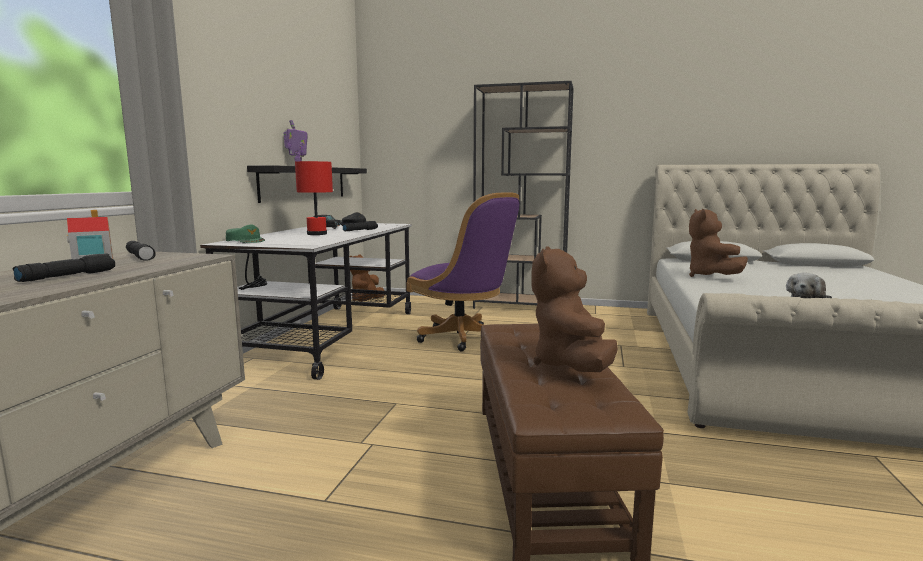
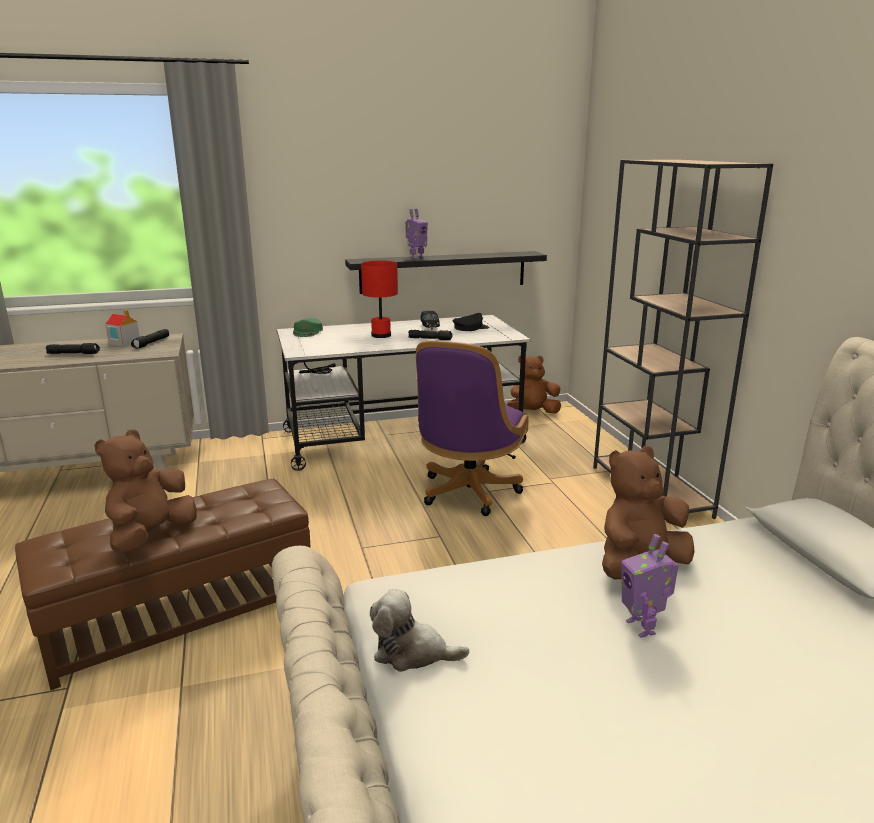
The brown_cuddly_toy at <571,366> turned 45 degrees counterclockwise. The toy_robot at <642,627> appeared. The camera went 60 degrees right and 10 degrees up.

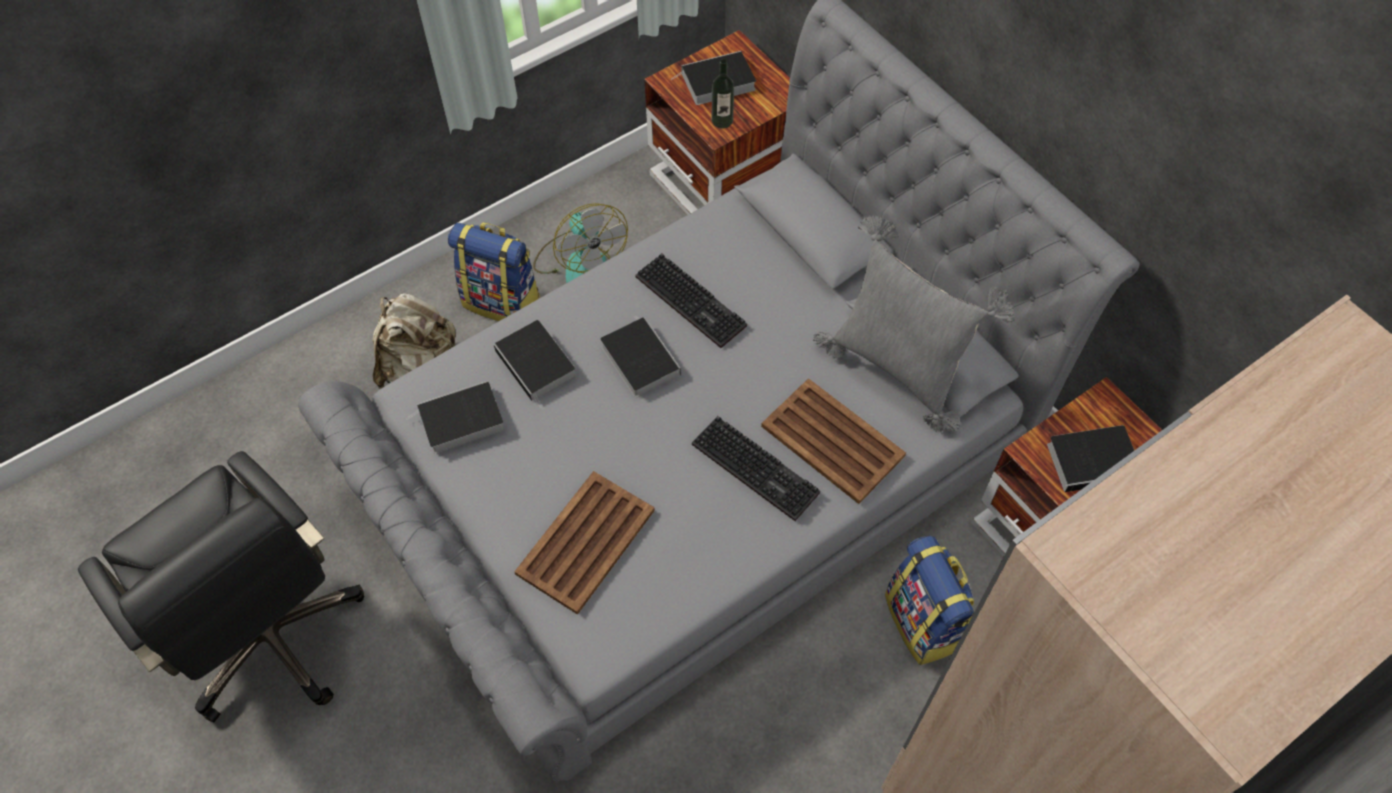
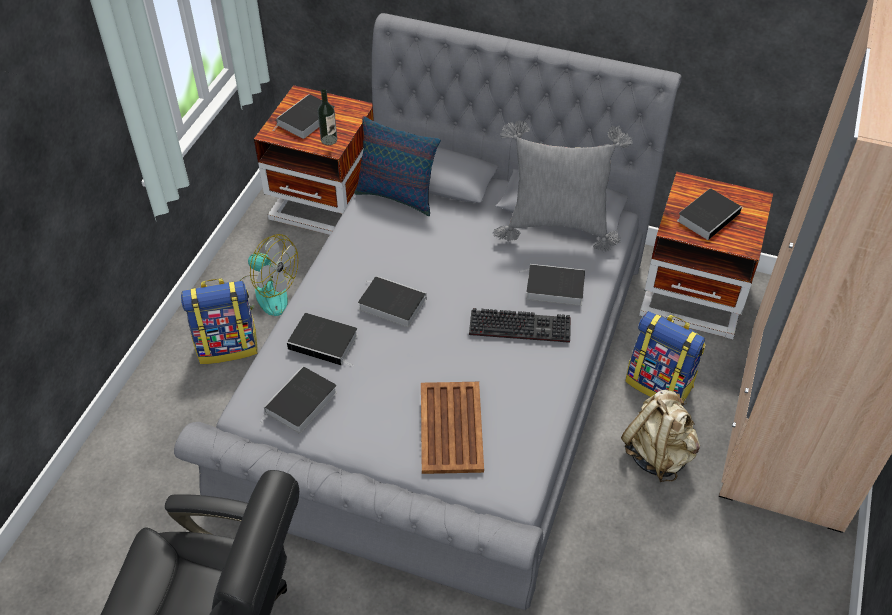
The beige_rucksack moved from <418,366> to <658,454>. The PC_keyboard at <693,301> disappeared. The brown_carrying_tray at <833,442> was replaced by the bound_book at <553,288>. The blue-coloured_throw_pillow at <397,197> appeared. The camera went 35 degrees left and 10 degrees down.

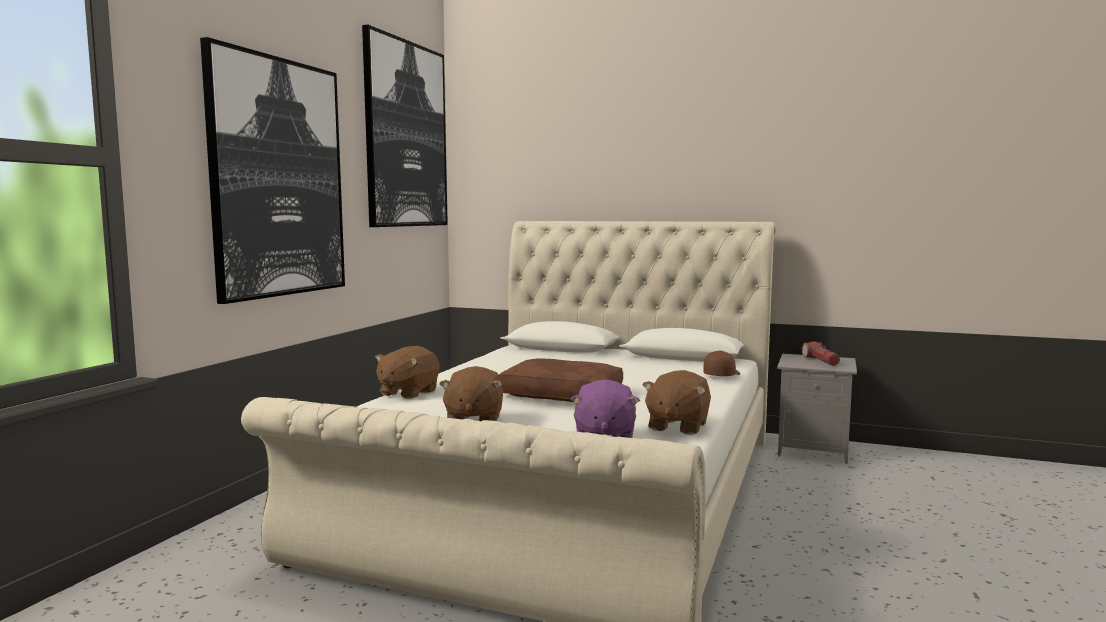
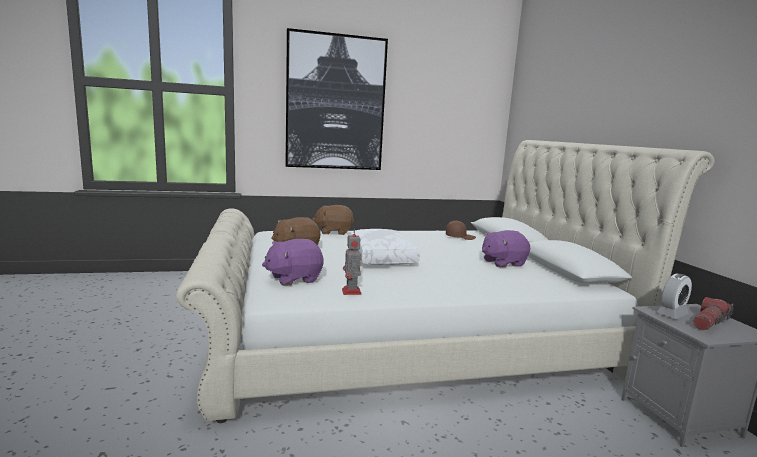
The wall_picture at <406,135> disappeared. The brown_throw_pillow at <563,394> became the white-coloured_throw_pillow at <382,256>. The brown_cuddly_toy at <677,426> was replaced by the toy_robot at <351,292>. The brown_peaked_cap moved from <721,375> to <460,237>. The purplish_cuddly_toy at <502,263> appeared. The table_clock at <672,314> appeared. The camera went 55 degrees right and 5 degrees up.

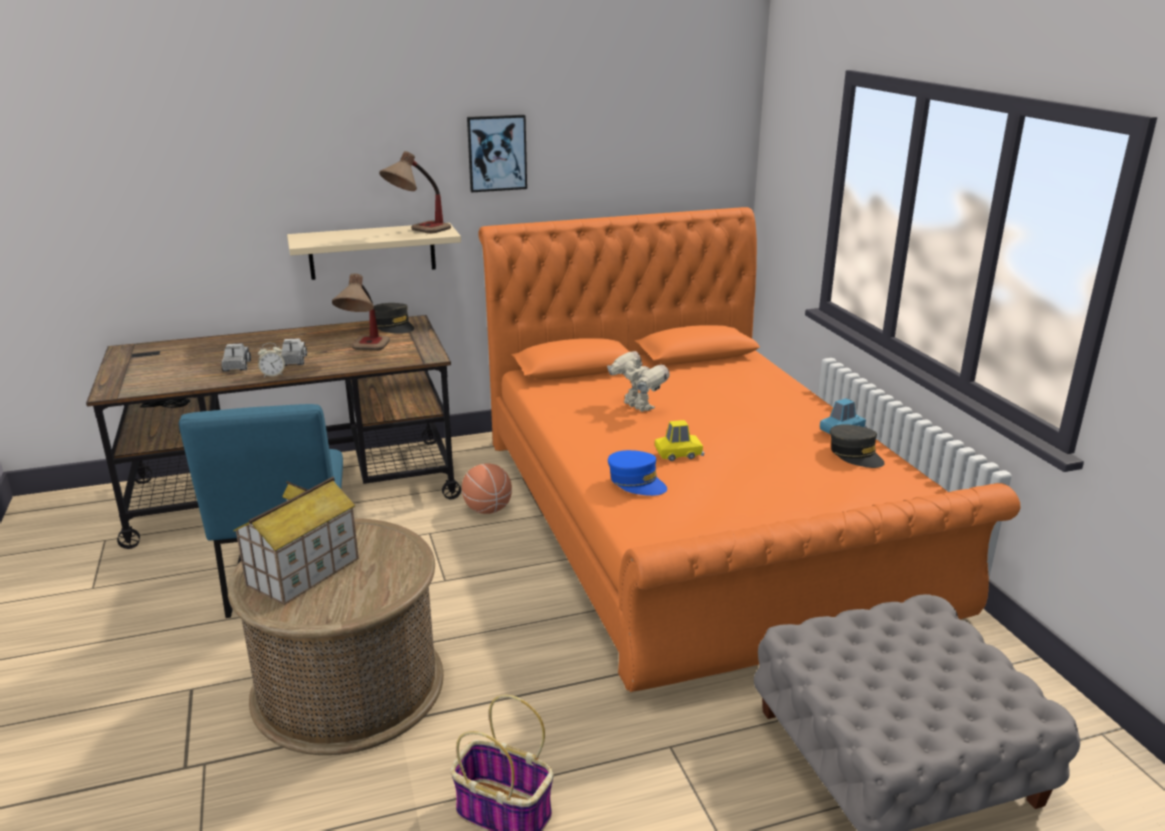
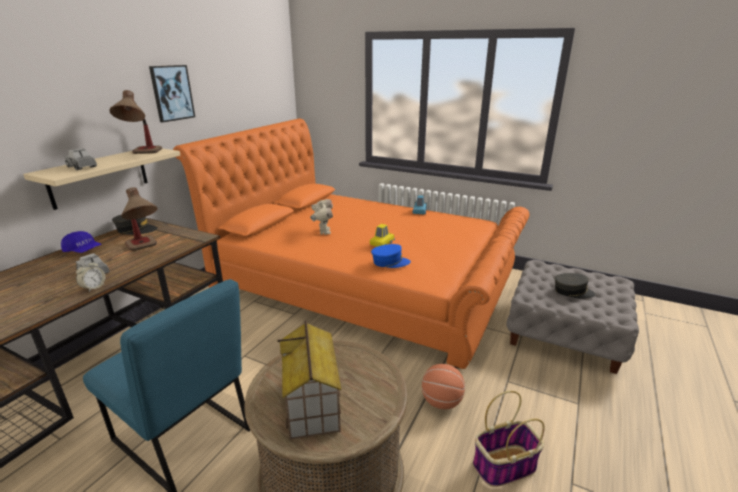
The model_truck moved from <237,366> to <82,167>. The ball_for_basketball moved from <487,509> to <441,402>. The toy_robot at <637,407> turned 75 degrees clockwise. The grey_peaked_cap moved from <855,455> to <572,291>. The blue-coloured_peaked_cap at <83,250> appeared. The camera went 45 degrees left and 0 degrees up.

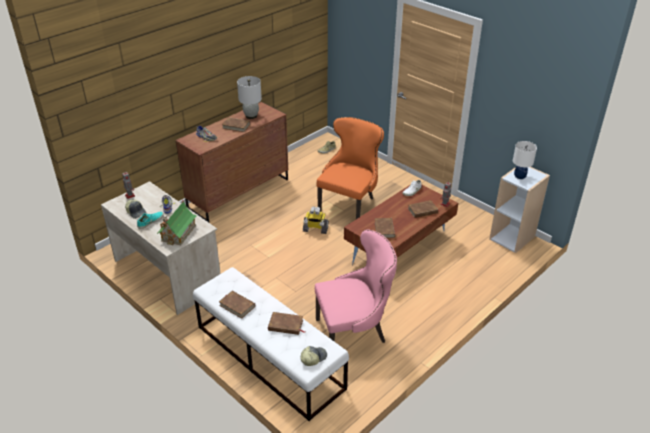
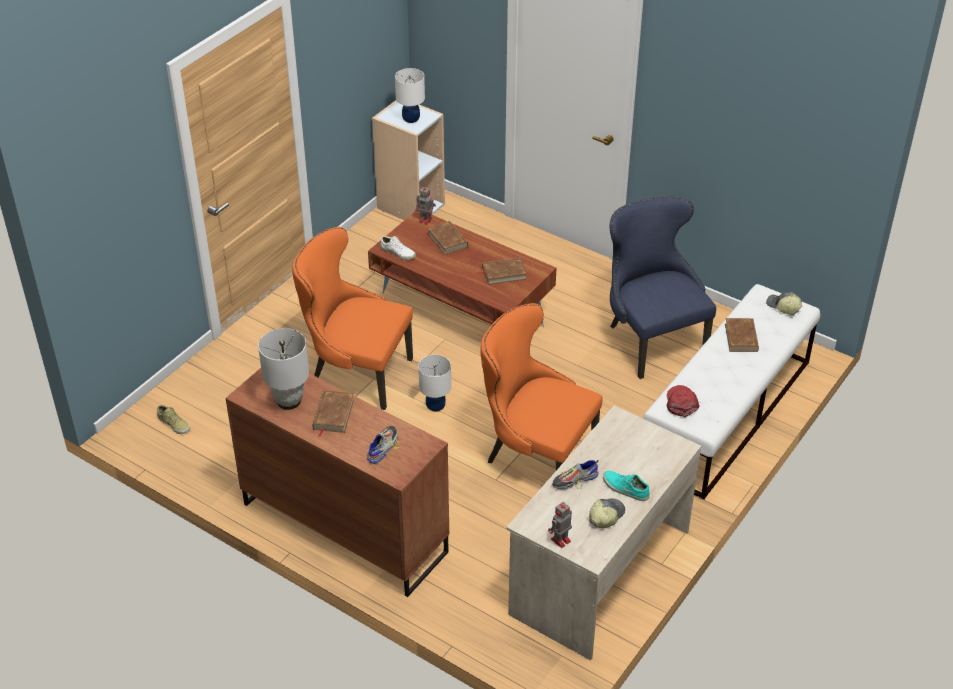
The miniature_house at <178,233> disappeared. The brown_bound_book at <237,306> disappeared. The toy_robot at <315,229> was replaced by the white-coloured_table_lamp at <435,406>. The pink-coloured_upright_chair at <353,332> became the blue-coloured_upright_chair at <651,340>. The orange_upright_chair at <536,456> appeared. The red_peaked_cap at <681,403> appeared. The camera went 100 degrees left and 5 degrees up.

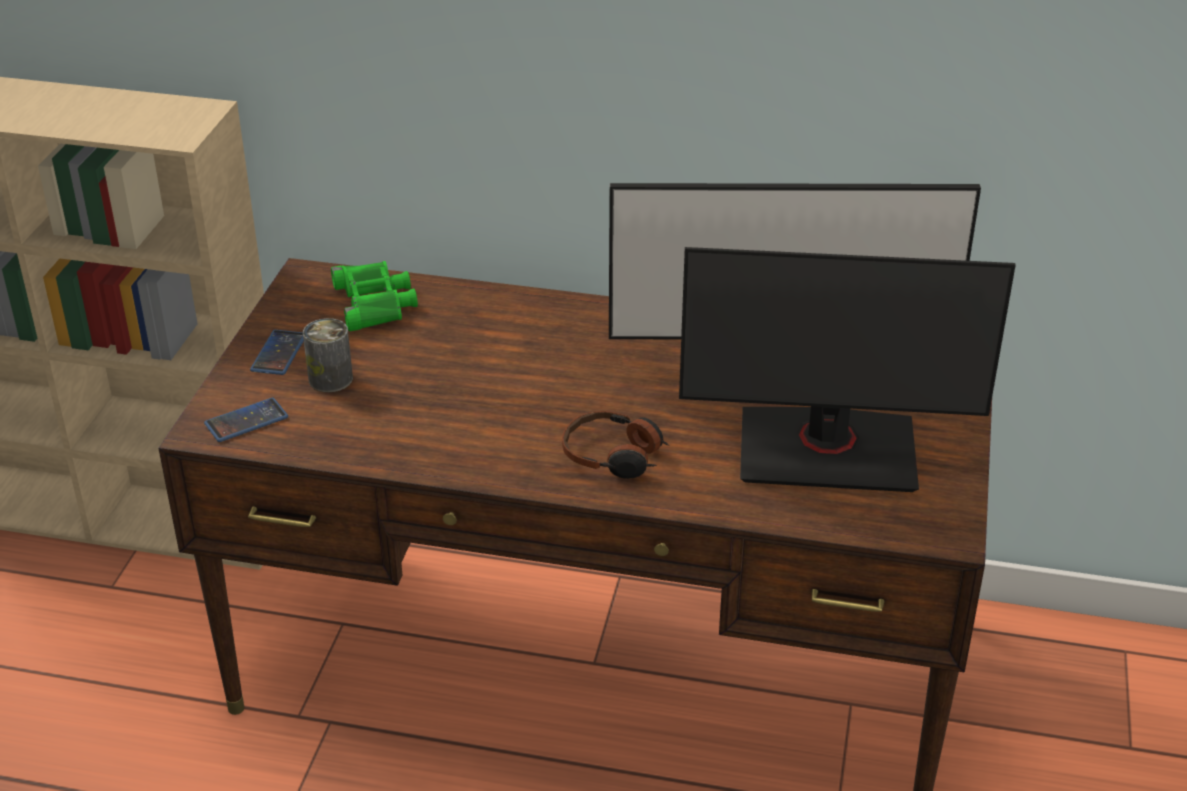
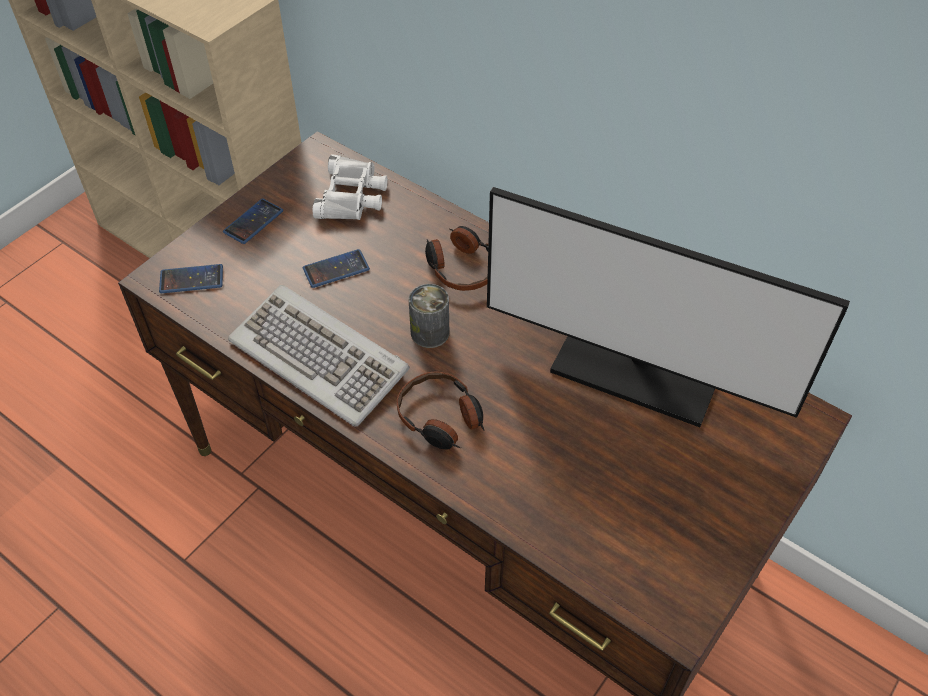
The can moved from <330,379> to <430,332>. The green-coloured_binoculars at <375,303> became the white-coloured_binoculars at <352,196>. The computer_display at <827,450> disappeared. The PC_keyboard at <320,357> appeared. The handset at <336,269> appeared. The headphones at <461,267> appeared. The camera went 25 degrees right and 15 degrees up.

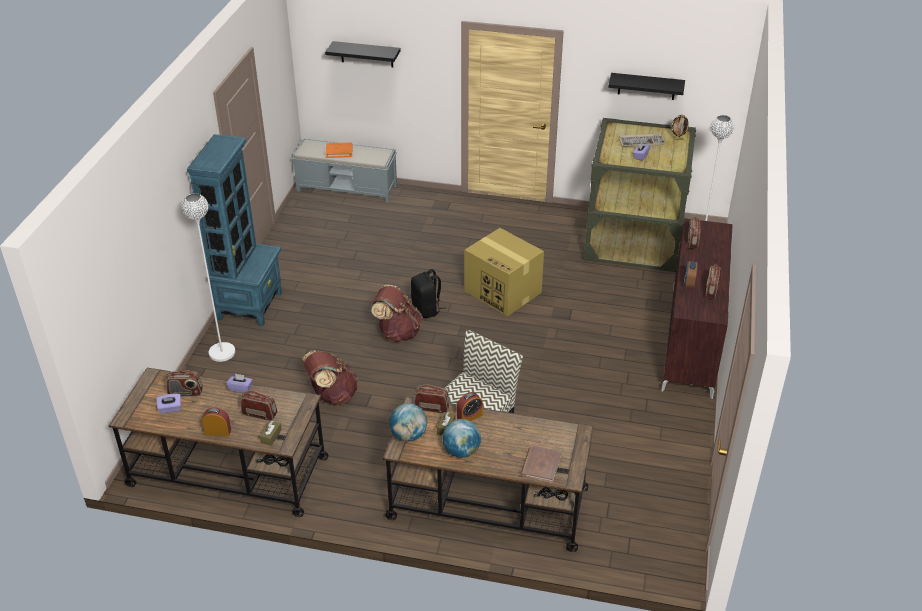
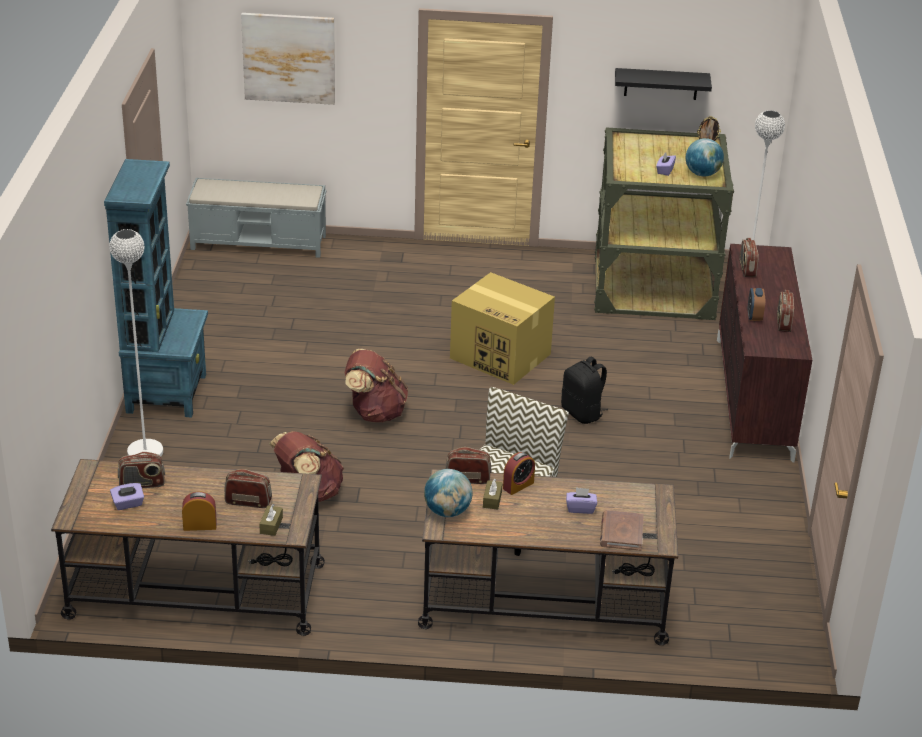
The purplish_box_of_tissues moved from <240,388> to <580,508>. The black_bracket_shelf at <367,54> was replaced by the wall_picture at <289,58>. The orange_bound_book at <339,151> disappeared. The black_rucksack moved from <427,309> to <582,413>. The desk_globe moved from <461,451> to <702,174>. The PC_keyboard at <642,142> disappeared. The camera went 10 degrees left and 5 degrees down.

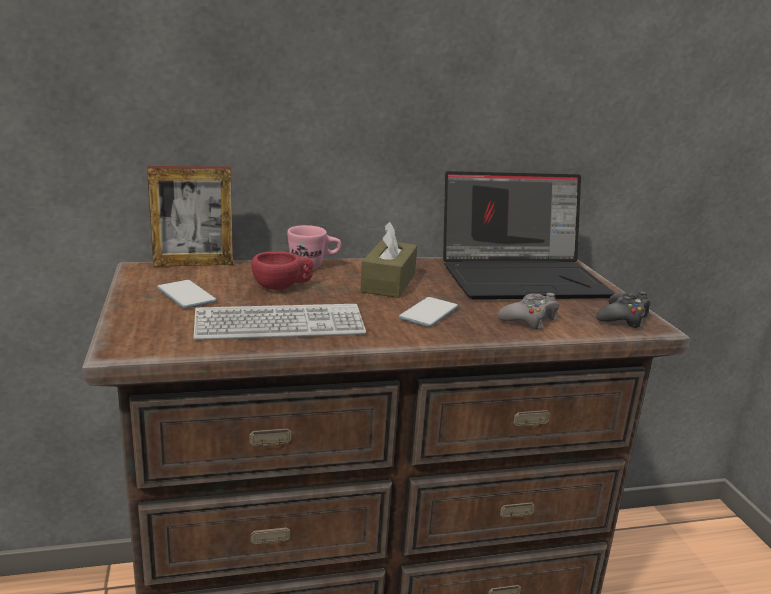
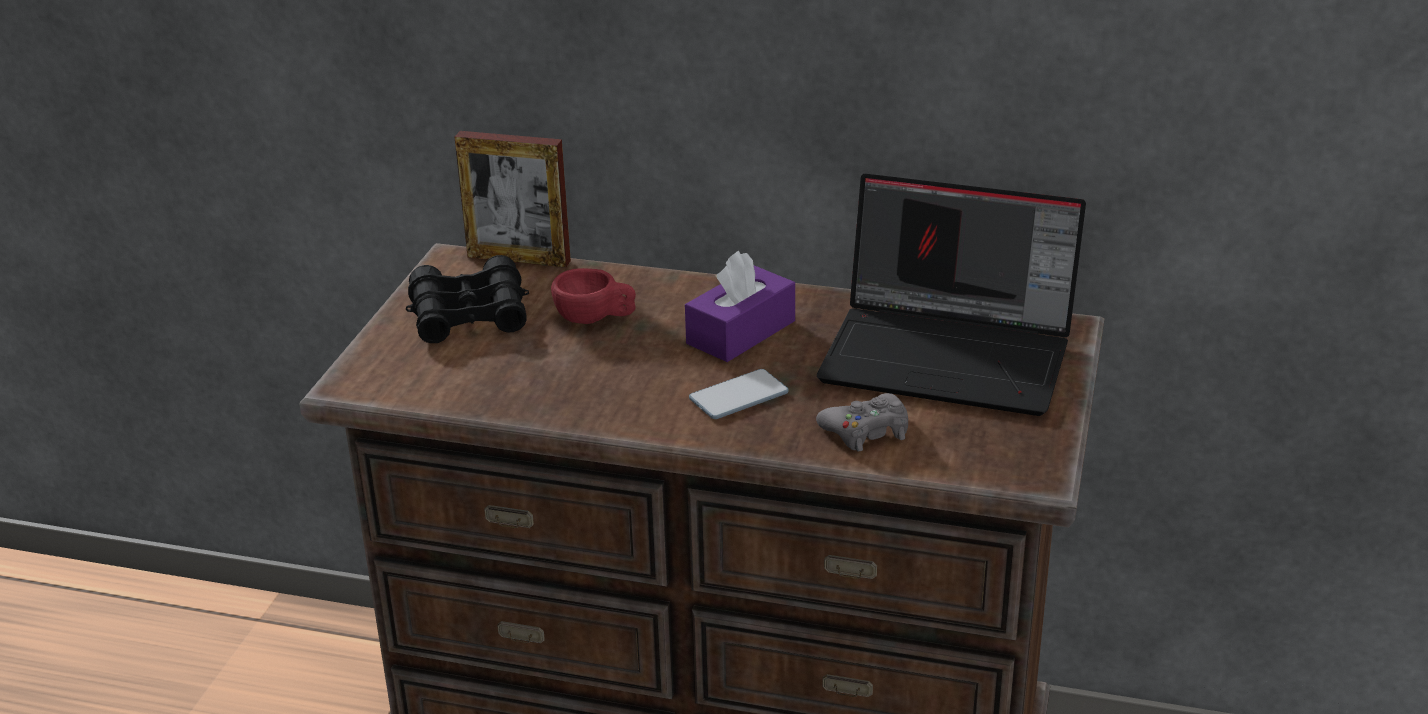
The handset at <186,295> was replaced by the black_binoculars at <469,315>. The PC_keyboard at <279,325> disappeared. The pink-coloured_coffee_mug at <313,266> disappeared. The brown_box_of_tissues at <388,282> became the purplish_box_of_tissues at <741,332>. The black_game_controller at <623,318> disappeared. The camera went 30 degrees right and 10 degrees up.

